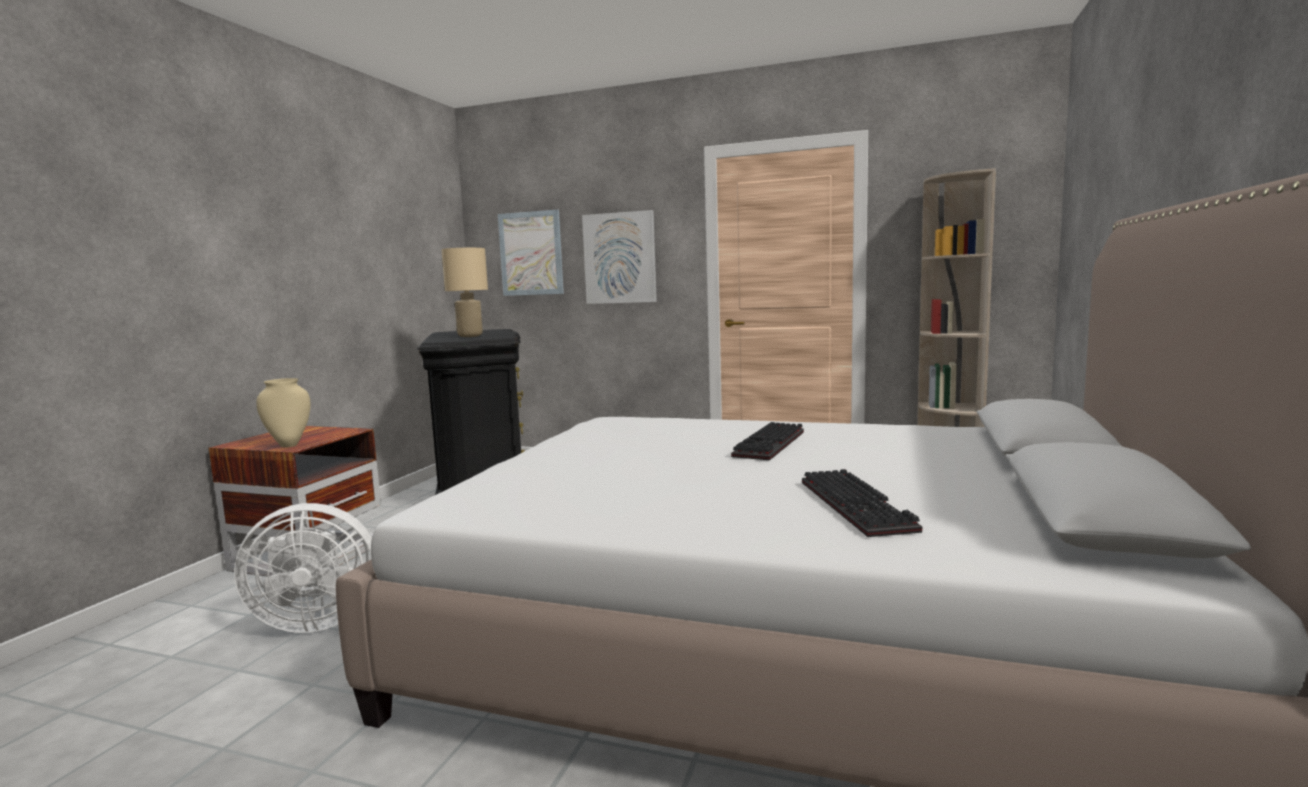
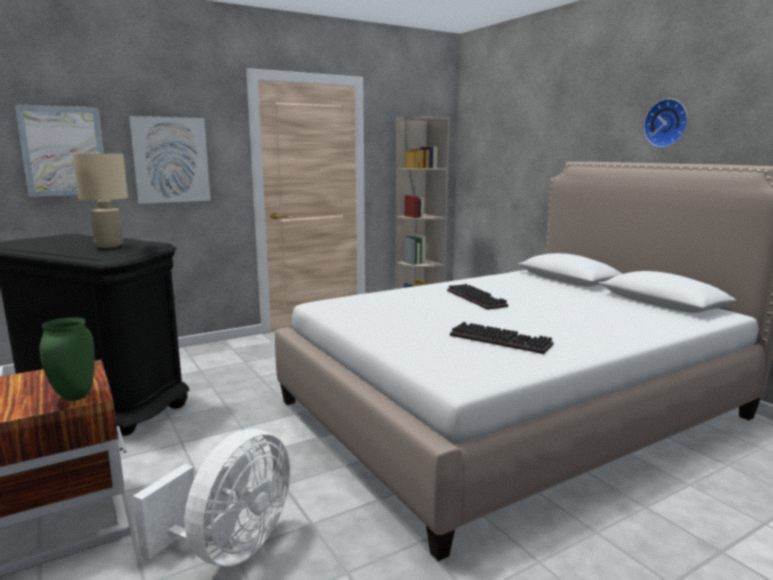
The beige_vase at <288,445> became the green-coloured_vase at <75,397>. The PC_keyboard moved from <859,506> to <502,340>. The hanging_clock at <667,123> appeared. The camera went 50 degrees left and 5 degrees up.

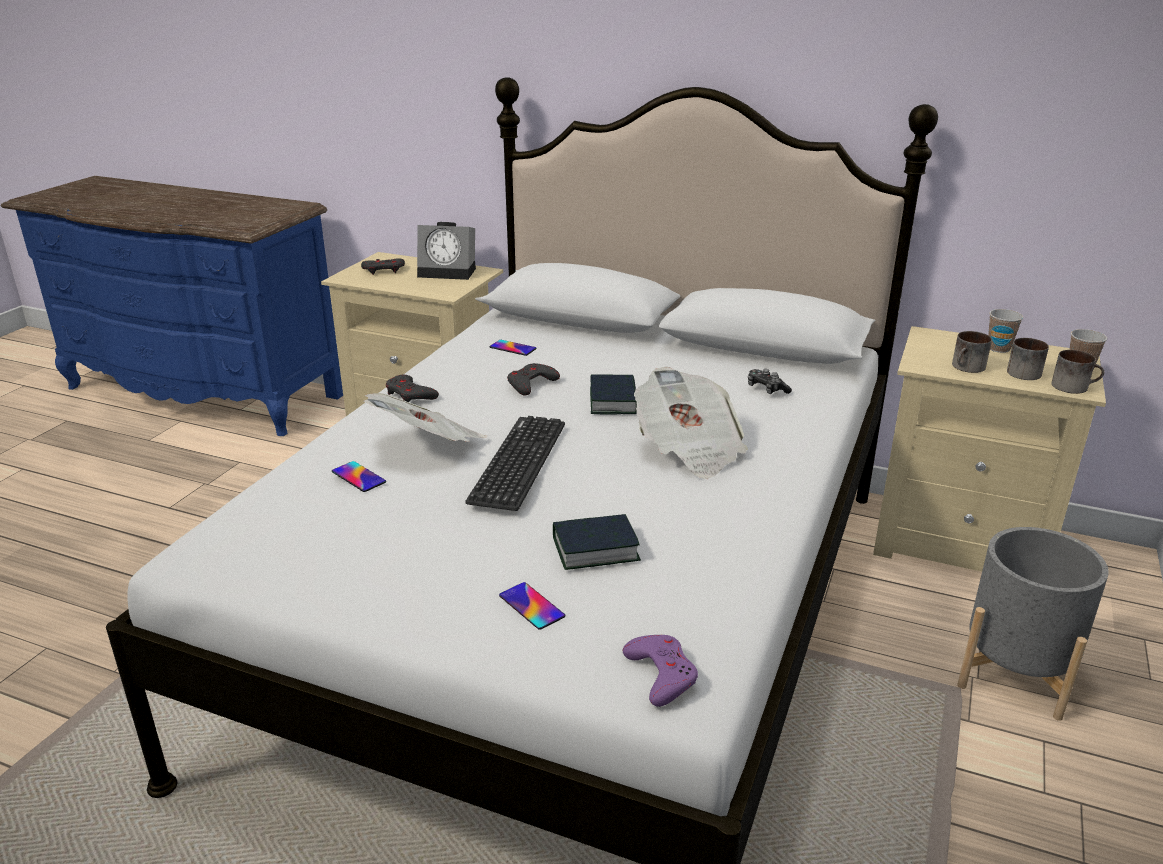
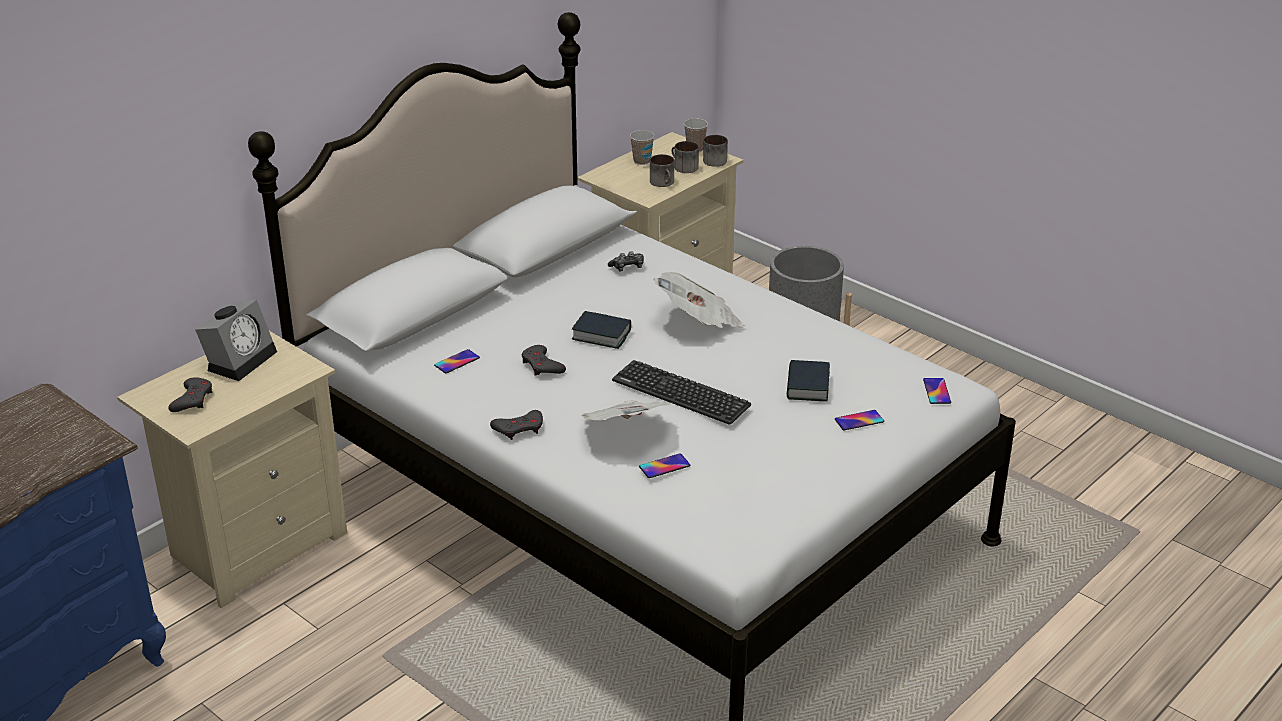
The purplish_game_controller at <661,674> was replaced by the handset at <936,391>. The camera went 70 degrees left and 5 degrees up.

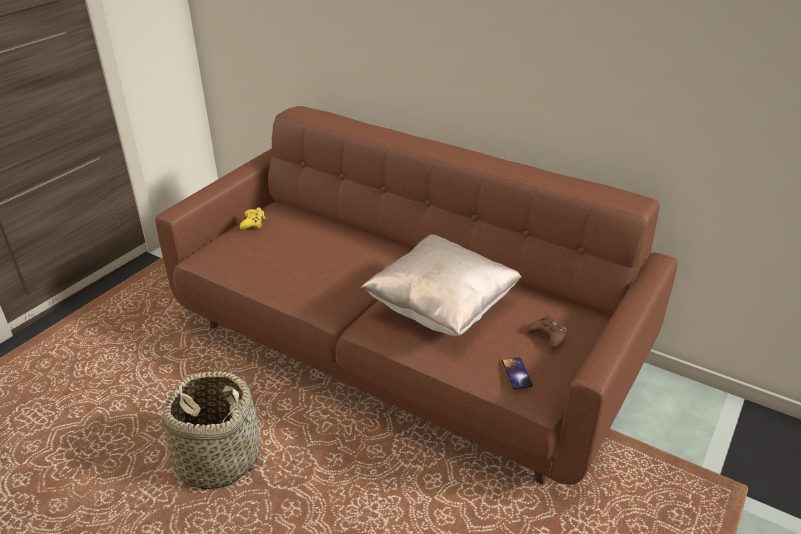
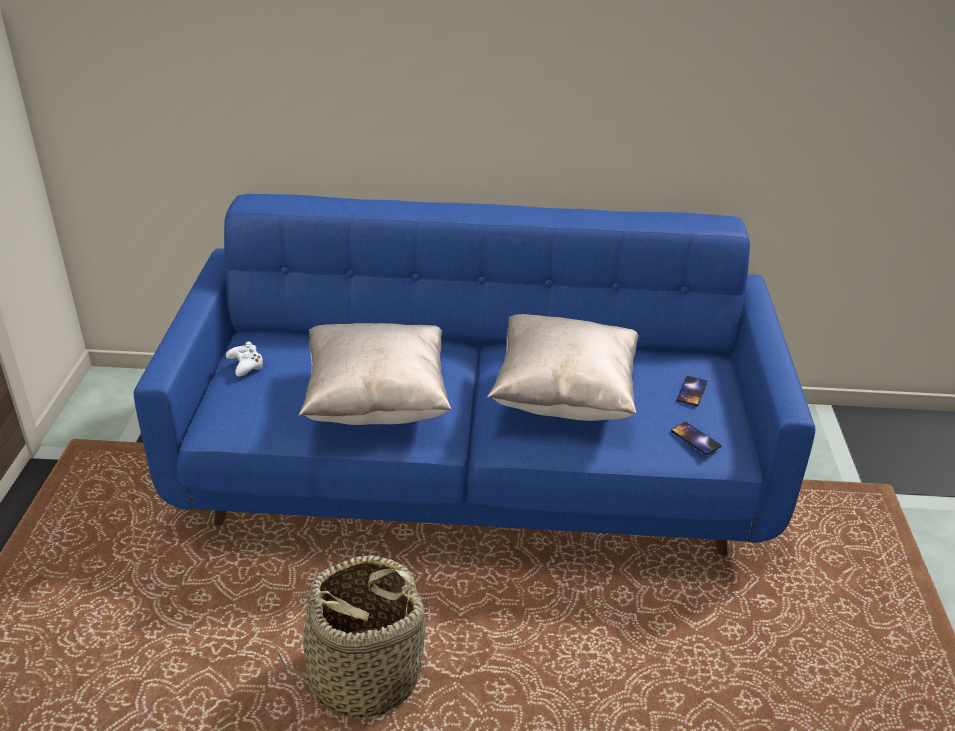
The brown_settee at <402,348> became the blue-coloured_settee at <475,468>. The yellow-coloured_game_controller at <253,223> became the white-coloured_game_controller at <246,364>. The brown_game_controller at <548,336> was replaced by the handset at <692,391>. The beige_throw_pillow at <377,402> appeared. The camera went 30 degrees left and 0 degrees up.

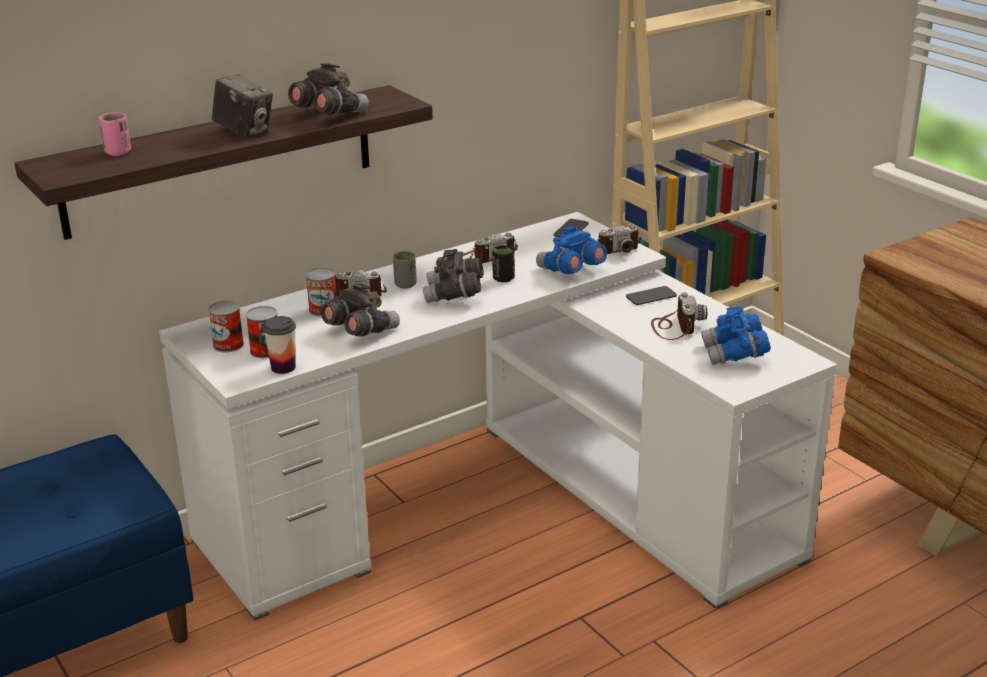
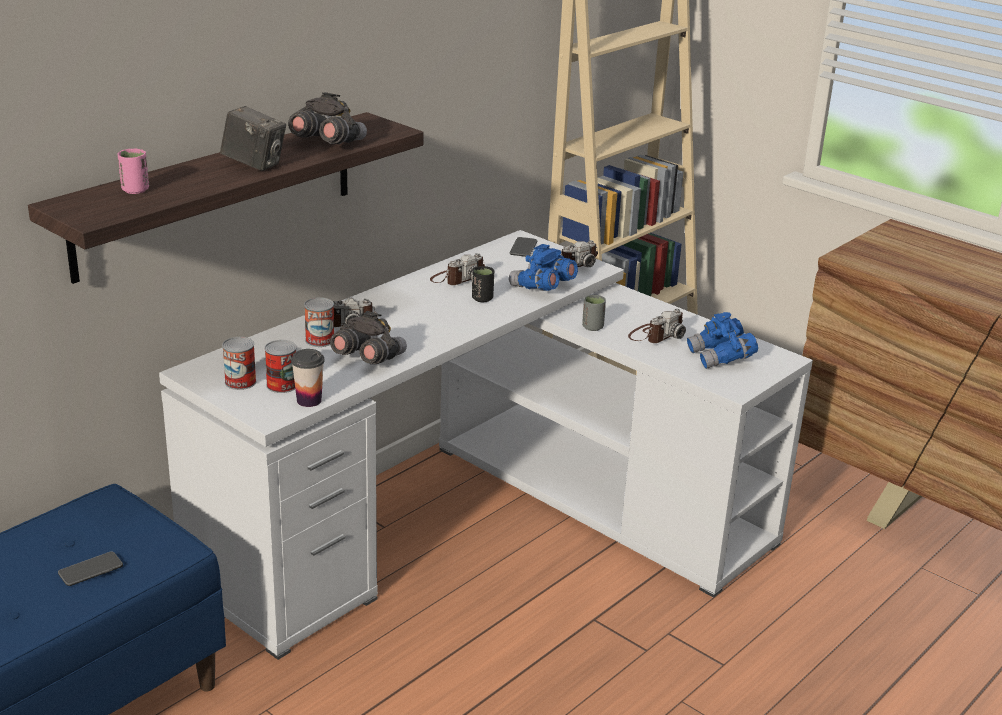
The grey_drinking_cup moved from <405,285> to <592,327>. The grey_binoculars at <454,295> disappeared. The handset moved from <651,297> to <90,570>. The photo_camera at <675,327> turned 60 degrees clockwise. The camera went 15 degrees left and 0 degrees up.

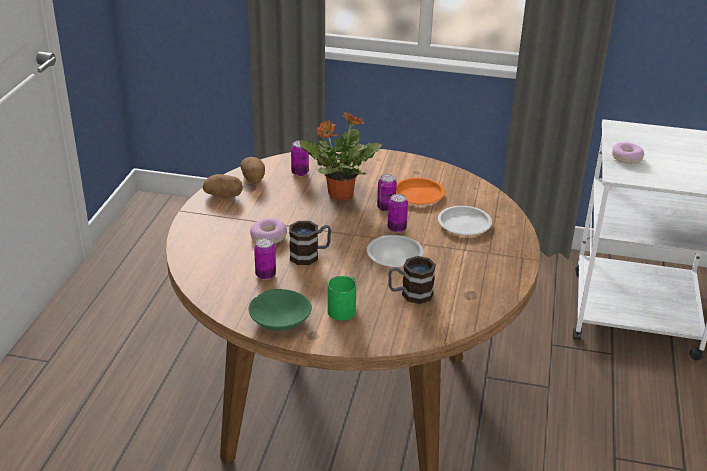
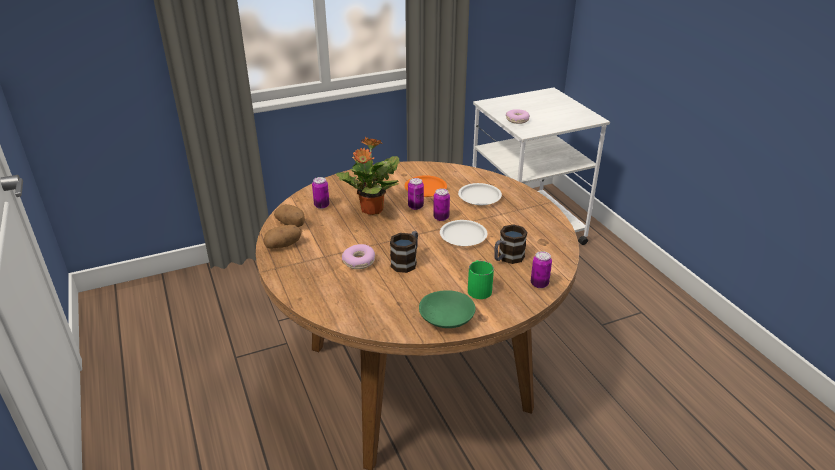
The can moved from <265,275> to <539,284>. The camera went 35 degrees left and 0 degrees up.

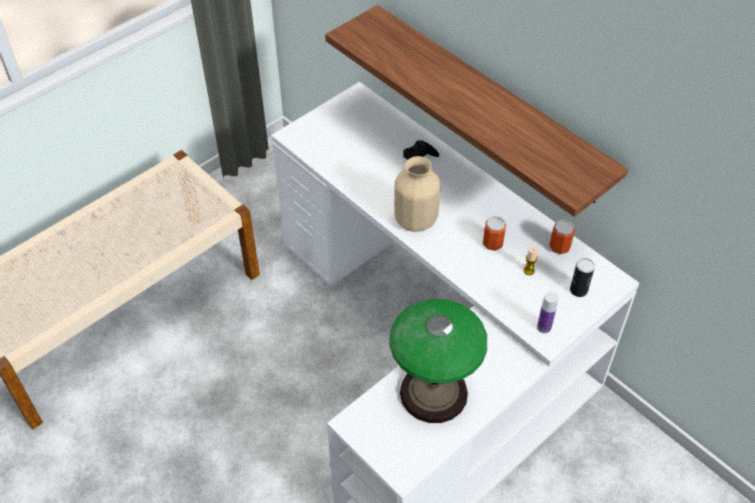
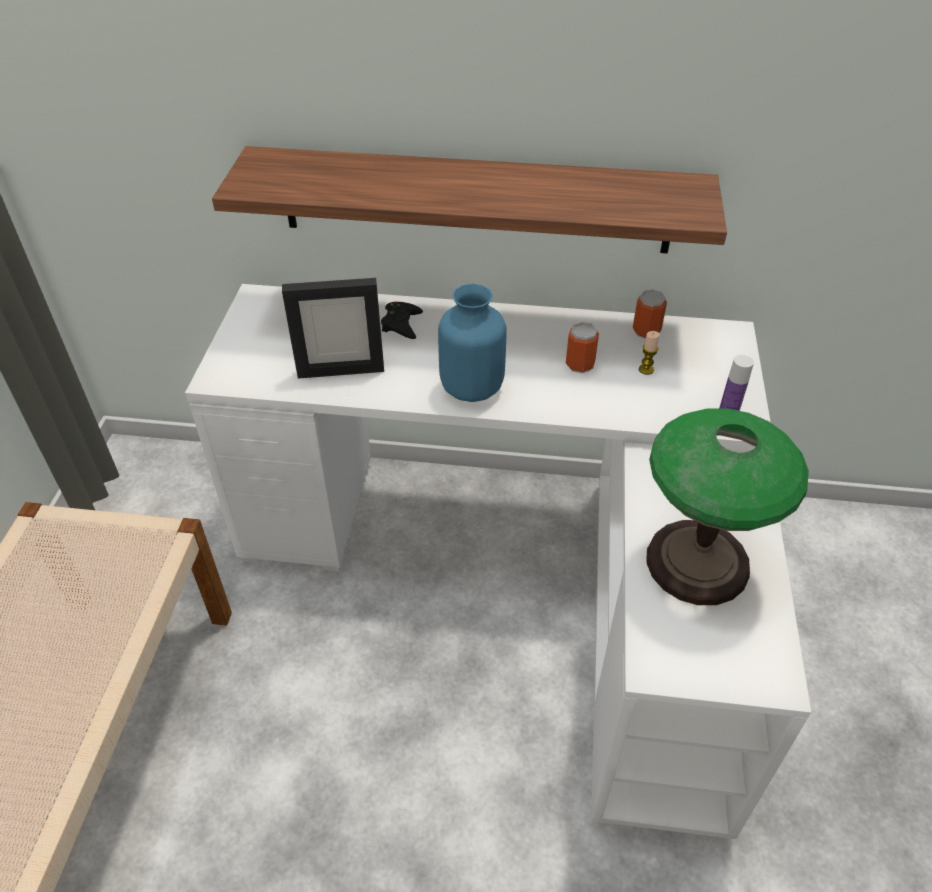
The beige_vase at <415,221> became the blue-coloured_vase at <472,388>. The can at <578,290> disappeared. The picture_frame at <341,370> appeared. The camera went 40 degrees left and 5 degrees down.

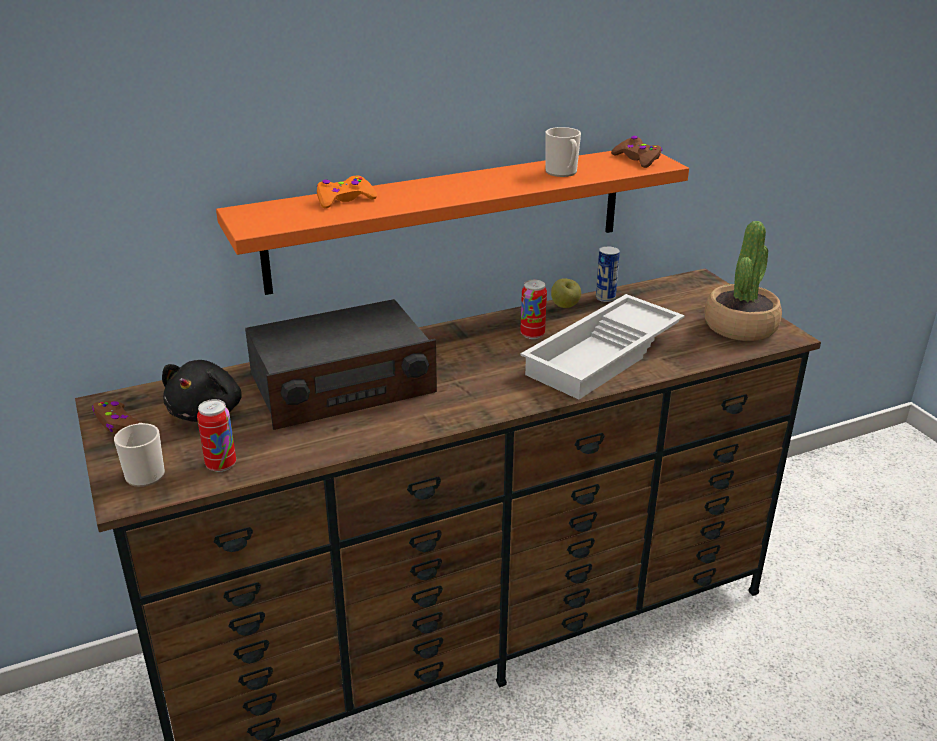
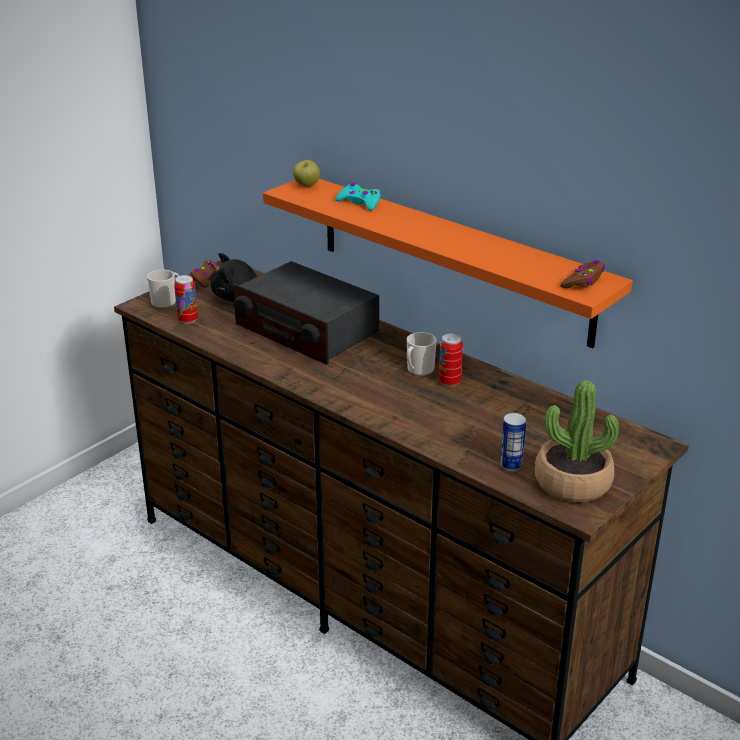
The orange_game_controller at <344,200> became the turquoise-coloured_game_controller at <359,202>. The white-coloured_carrying_tray at <604,356> disappeared. The coffee_mug moved from <563,173> to <418,370>. The apple moved from <565,306> to <306,186>. The can moved from <605,298> to <511,466>. The camera went 65 degrees right and 0 degrees up.

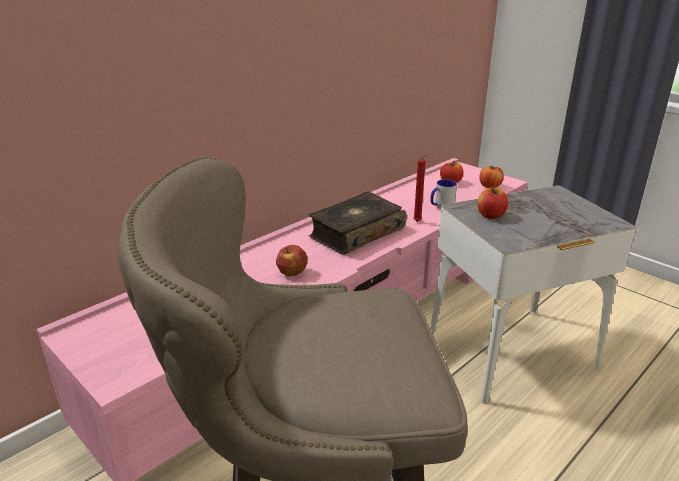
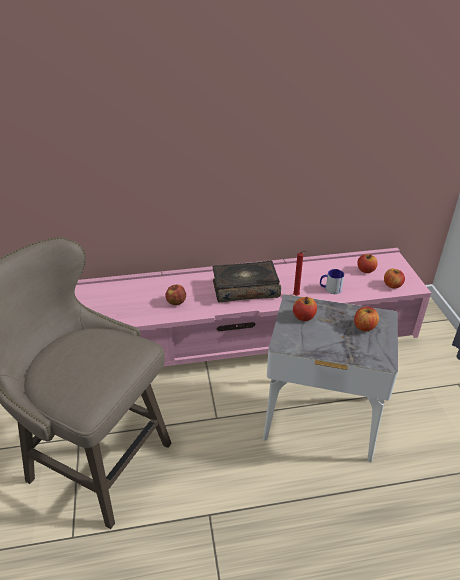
The apple at <364,326> appeared. The camera went 35 degrees right and 10 degrees up.

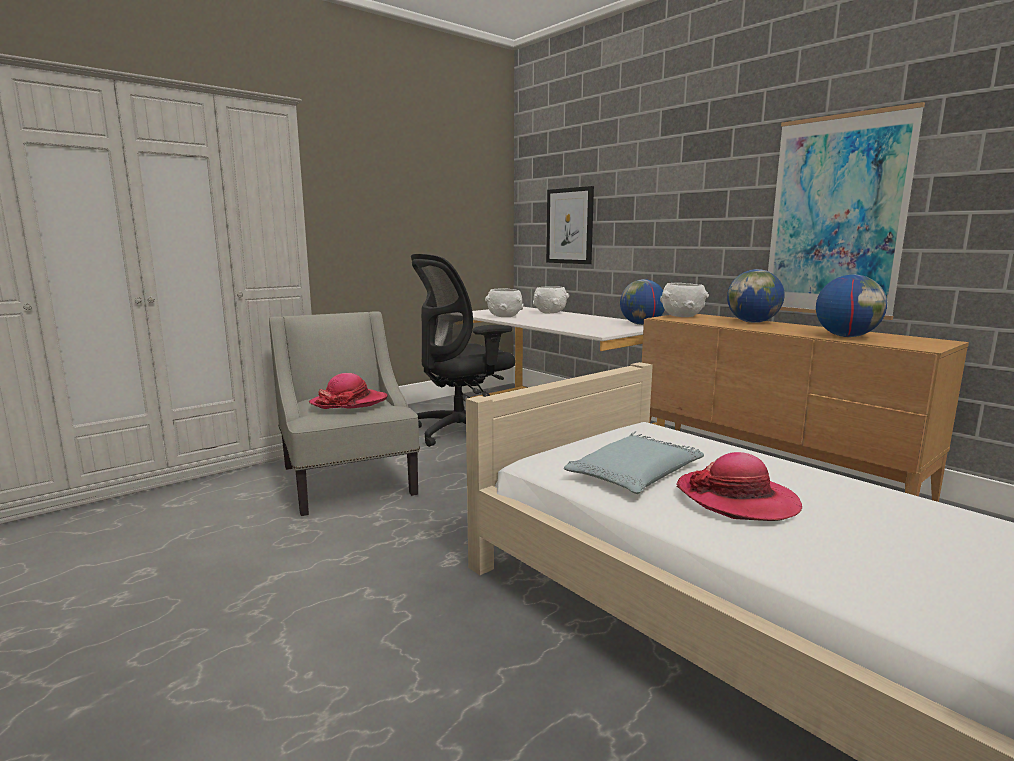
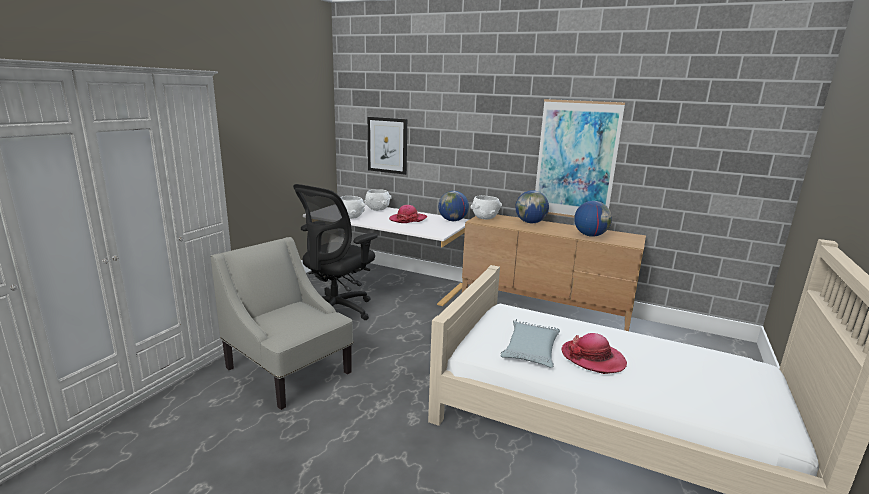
The clothing_hat moved from <349,402> to <408,219>. The camera went 25 degrees left and 5 degrees up.

